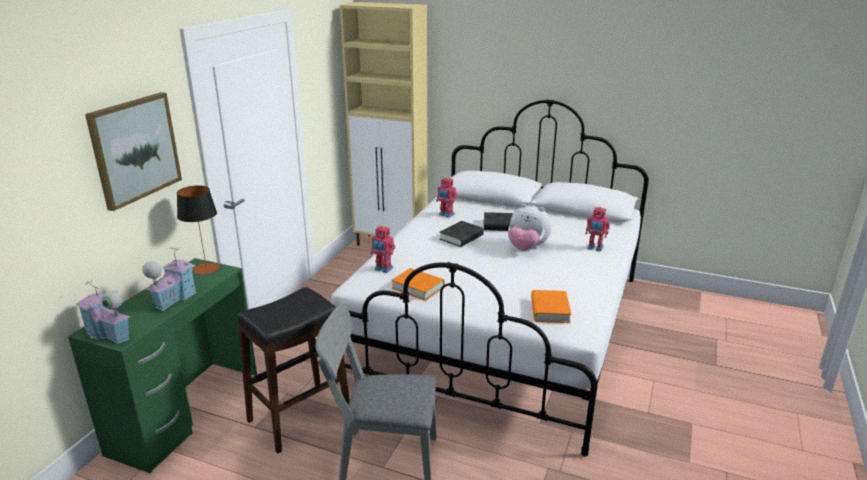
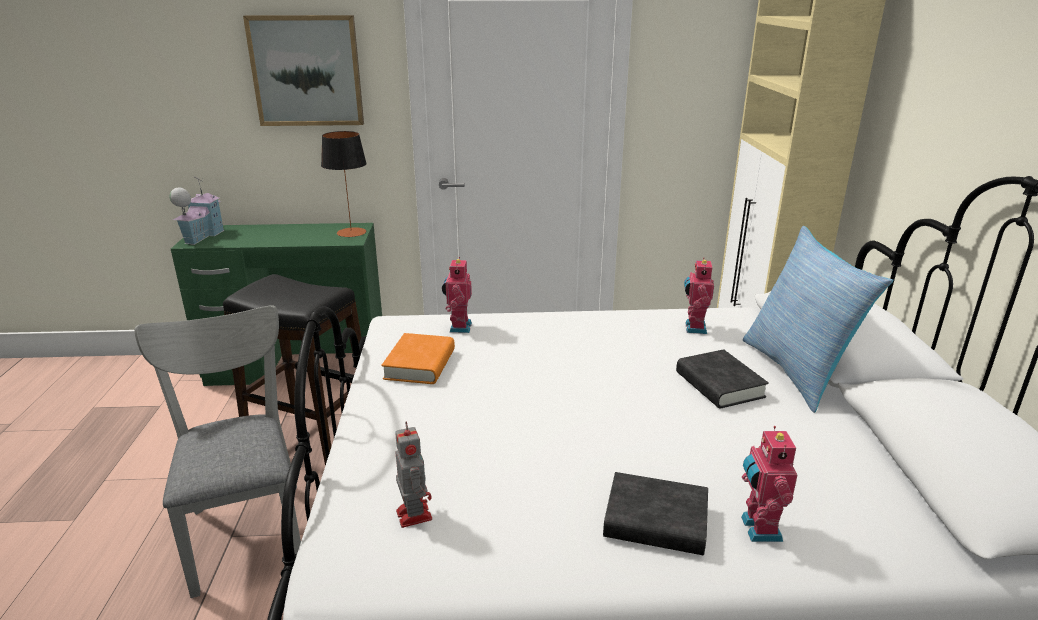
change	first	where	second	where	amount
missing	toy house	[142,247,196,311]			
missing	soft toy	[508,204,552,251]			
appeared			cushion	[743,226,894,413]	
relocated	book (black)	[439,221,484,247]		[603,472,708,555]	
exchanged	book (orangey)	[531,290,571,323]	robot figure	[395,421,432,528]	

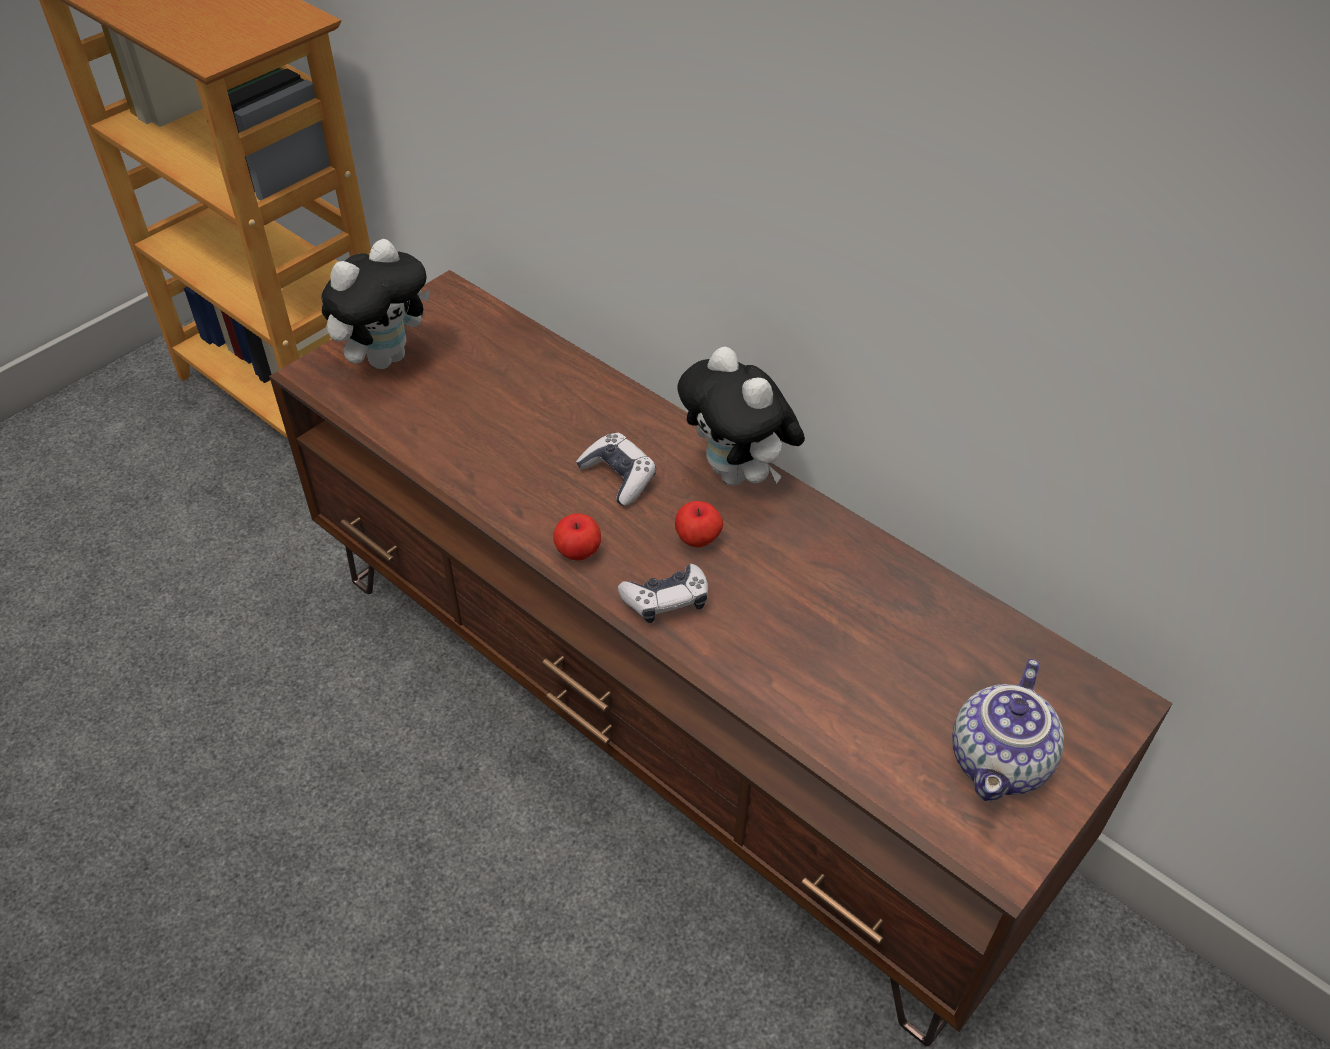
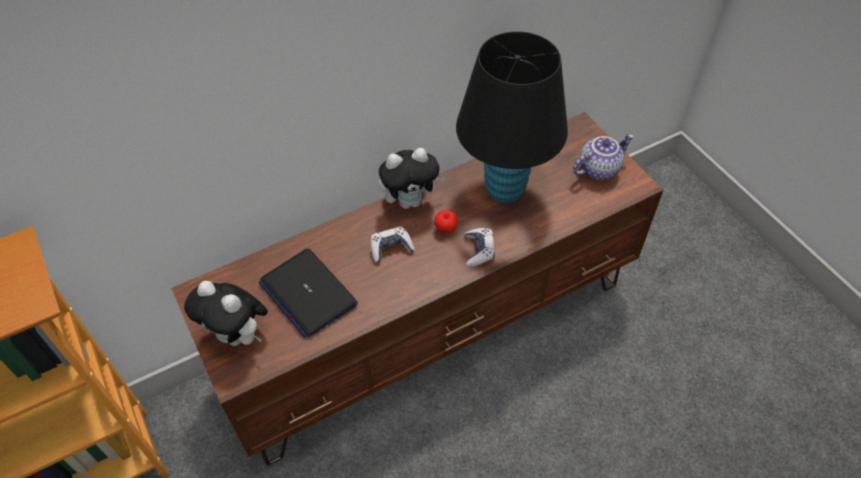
change	first	where	second	where	amount
missing	whole apple	[553,513,601,560]			
appeared			laptop	[259,248,358,338]	
appeared			table lamp (black)	[456,31,568,203]	
spun	soft toy	[321,239,430,369]		[184,281,268,346]	150 degrees clockwise
spun	pot for tea	[952,659,1064,801]		[573,134,634,180]	75 degrees counterclockwise

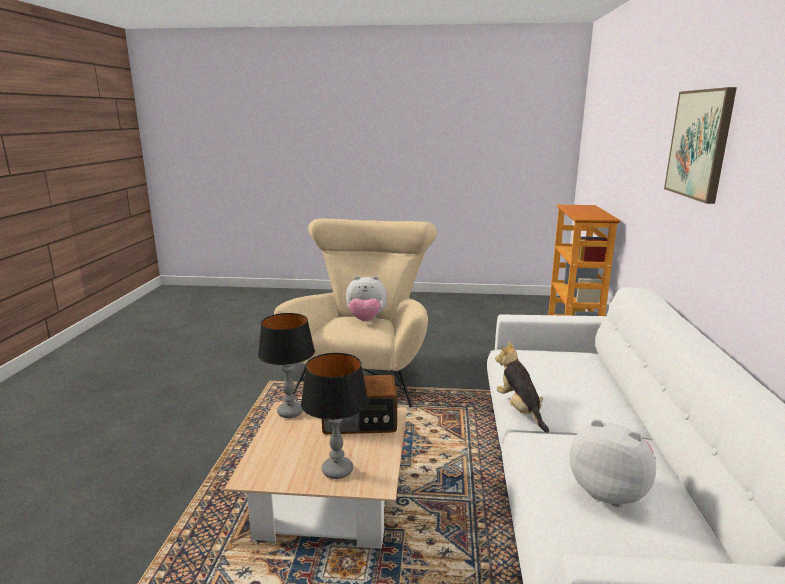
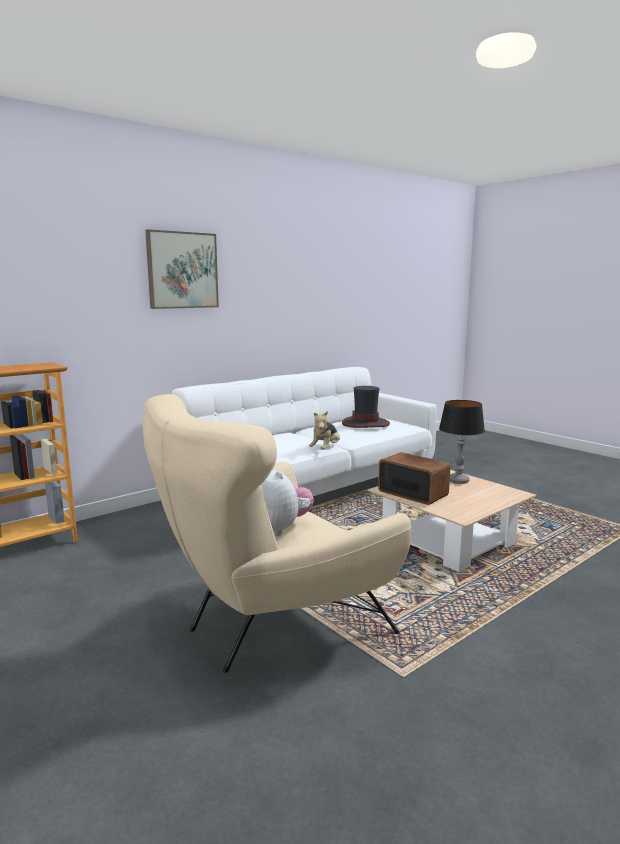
change	first	where	second	where	amount
missing	table lamp	[258,313,315,418]			
exchanged	soft toy	[570,419,656,507]	wearable hat	[342,386,390,428]	

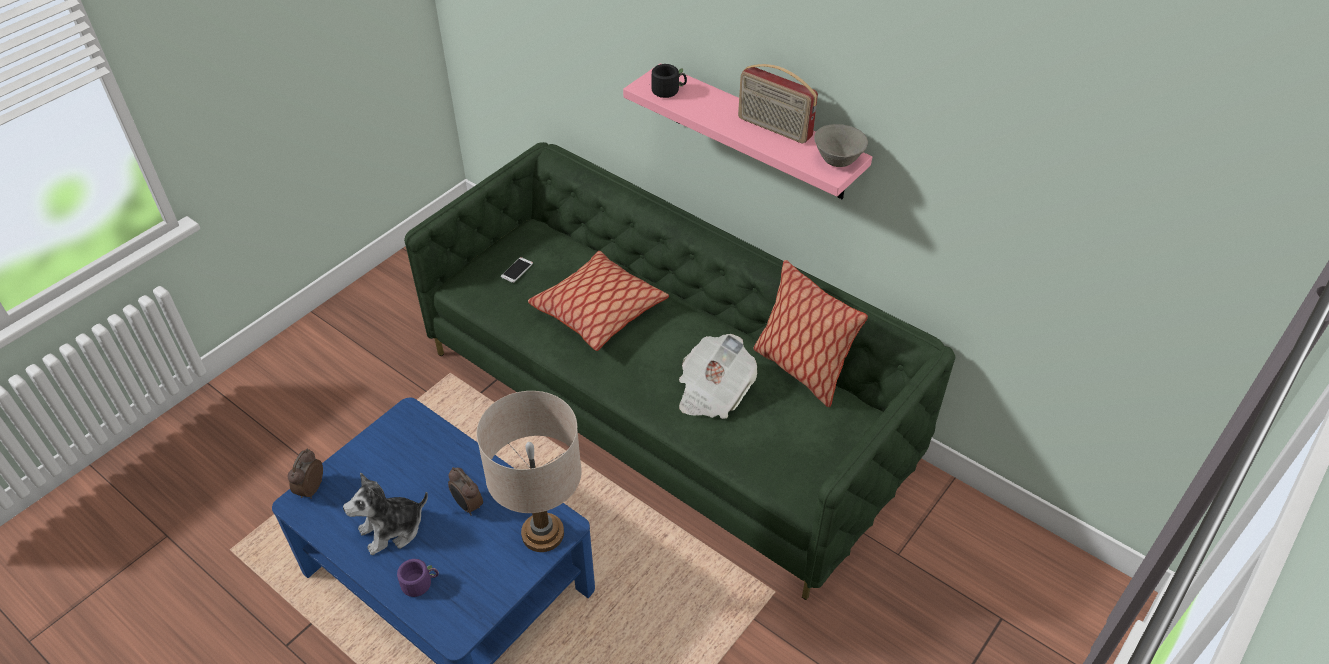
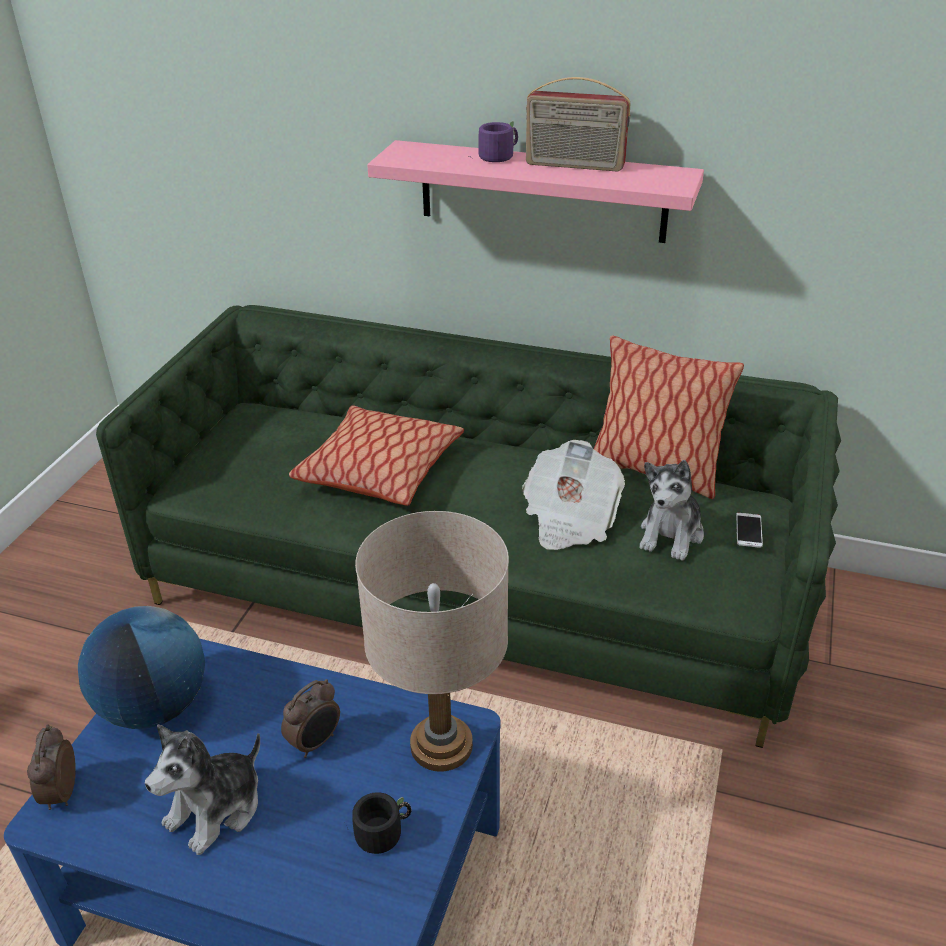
change	first	where	second	where	amount
missing	deep dish (greyish)	[814,124,868,167]			
appeared			world globe	[78,606,205,729]	
appeared			soft toy	[640,460,704,561]	
relocated	mug (purple-coloured)	[397,559,439,597]		[469,121,518,162]	
relocated	phone	[501,257,533,283]		[736,513,763,548]	
relocated	mug (black)	[649,64,687,98]		[347,792,411,854]	
spun	table clock	[448,467,483,516]		[281,679,340,758]	75 degrees counterclockwise

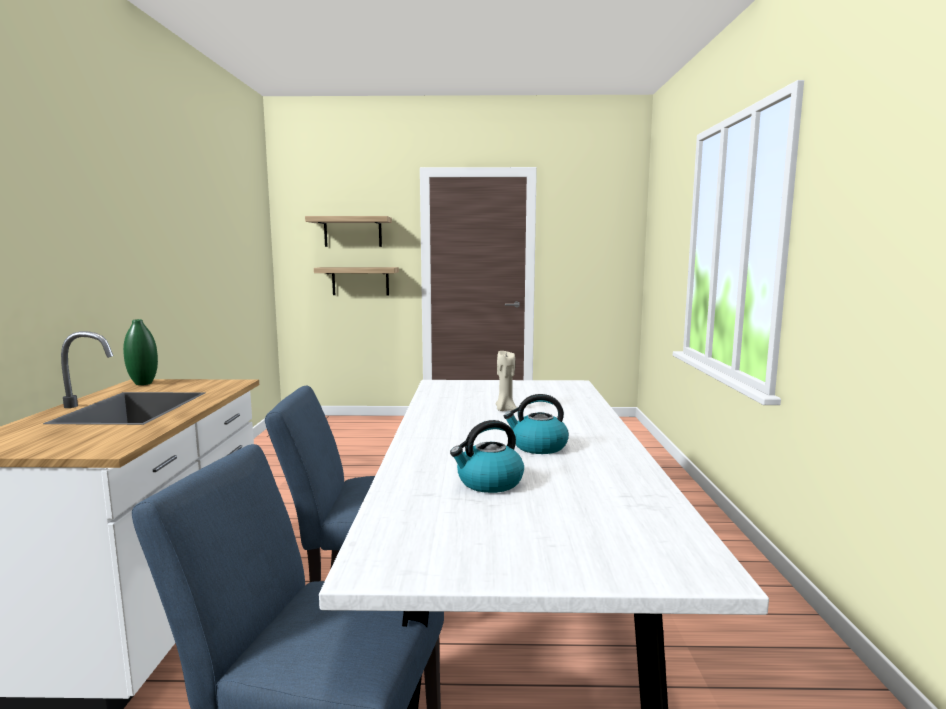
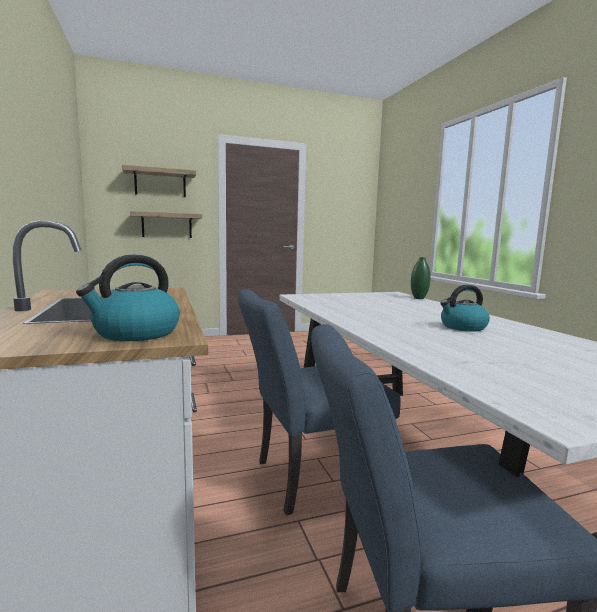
change	first	where	second	where	amount
missing	candle (beige)	[496,351,517,411]			
relocated	flower vase (green)	[123,319,158,385]		[411,257,431,299]	
relocated	water kettle	[450,420,524,493]		[76,255,180,341]	

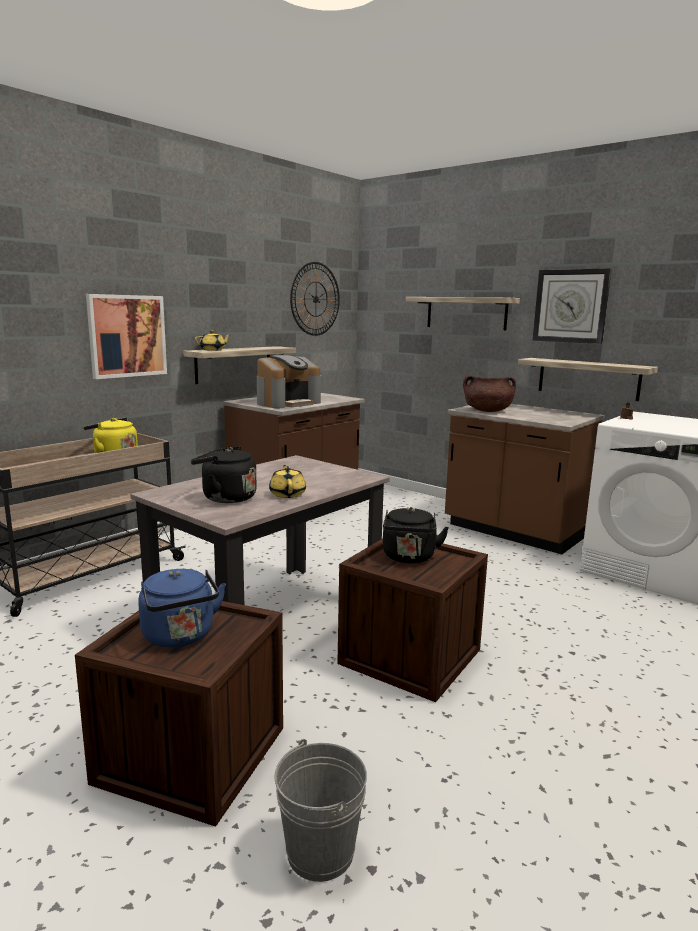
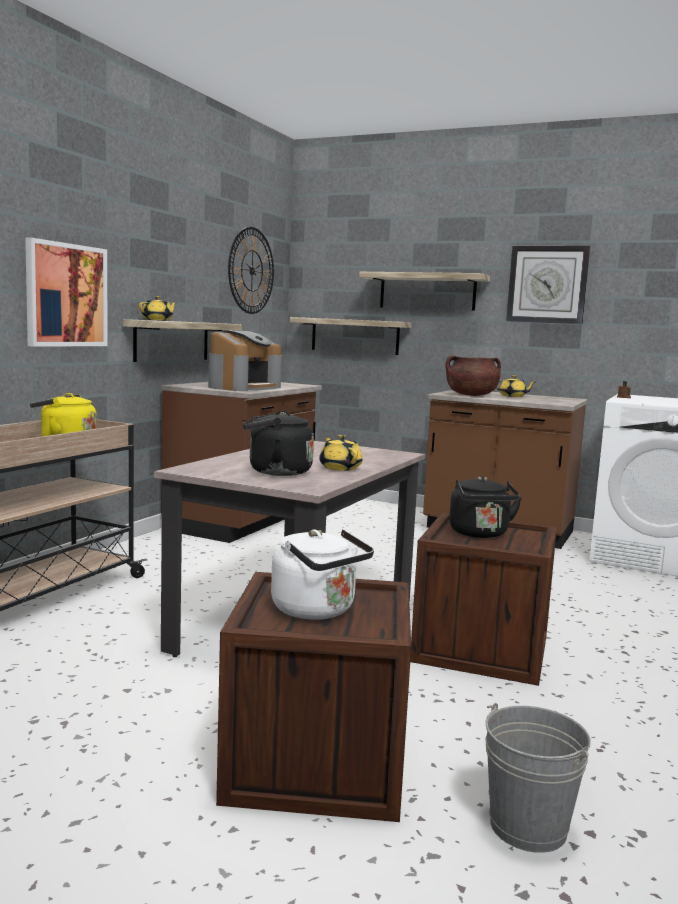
change	first	where	second	where	amount
appeared			pot for tea (yellowish)	[496,375,537,397]	
relocated	shelf	[518,358,658,401]		[290,317,412,355]	
colour	water kettle (blue)	[138,569,226,647]	water kettle (white-coloured)	[271,529,374,620]	

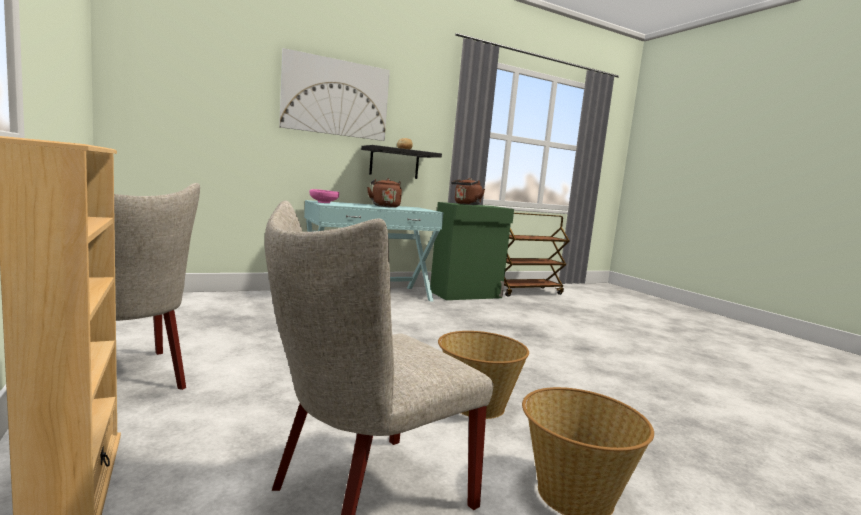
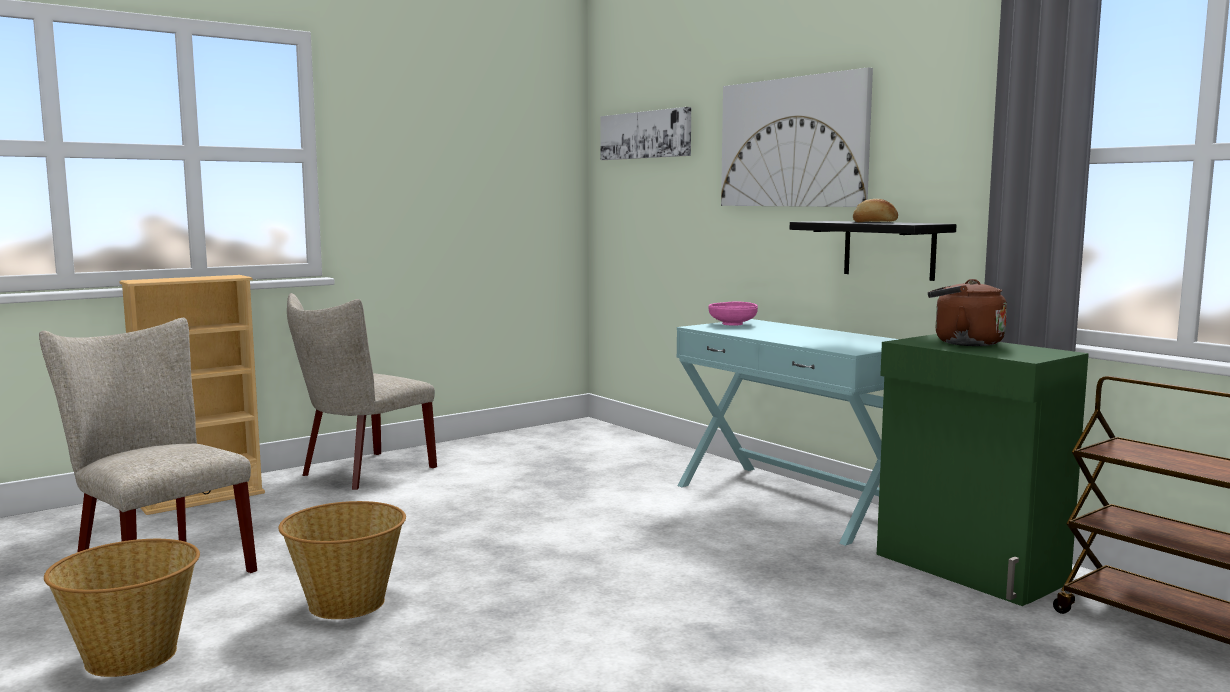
change	first	where	second	where	amount
missing	water kettle (brown)	[367,178,402,208]			
appeared			wall art	[600,107,691,160]	

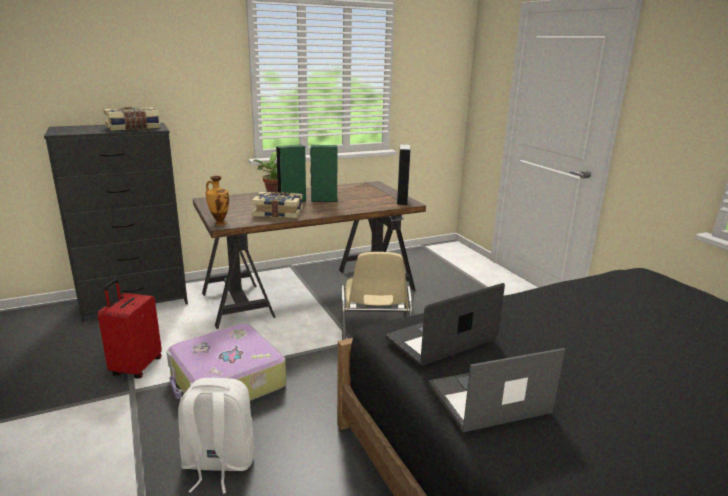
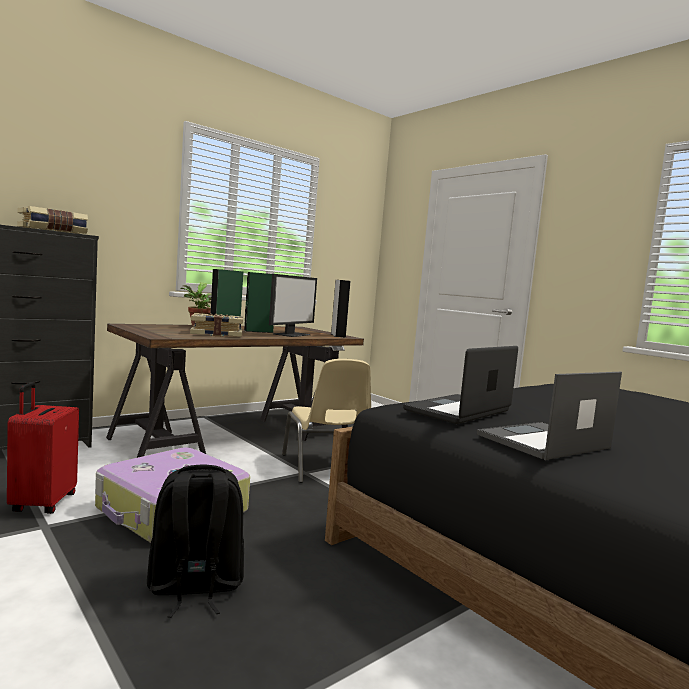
change	first	where	second	where	amount
missing	flower vase	[205,176,229,225]			
appeared			computer screen	[269,274,317,337]	
colour	rucksack (white-coloured)	[178,378,255,494]	rucksack (black)	[147,465,244,618]	

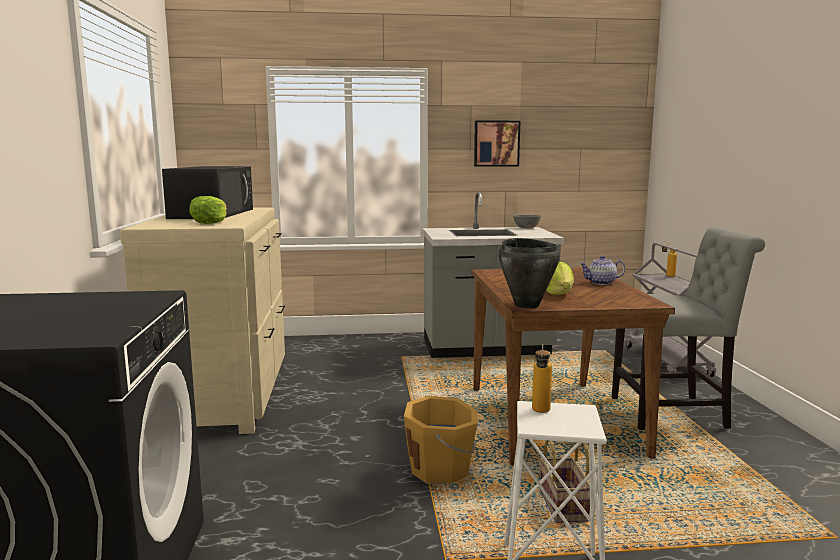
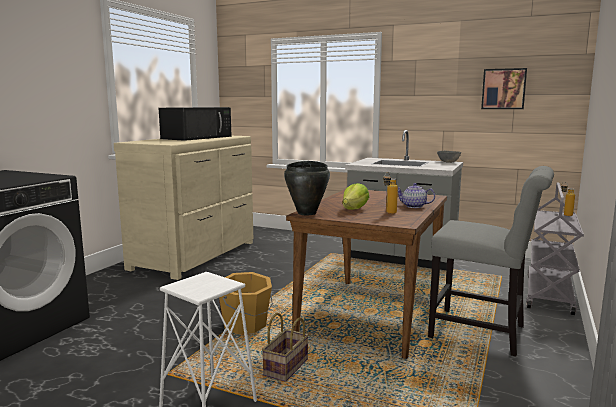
change	first	where	second	where	amount
missing	lettuce head	[189,196,227,224]			
relocated	wall art	[474,120,520,167]		[481,68,527,109]	
relocated	beverage bottle	[532,344,552,413]		[383,172,398,214]	

